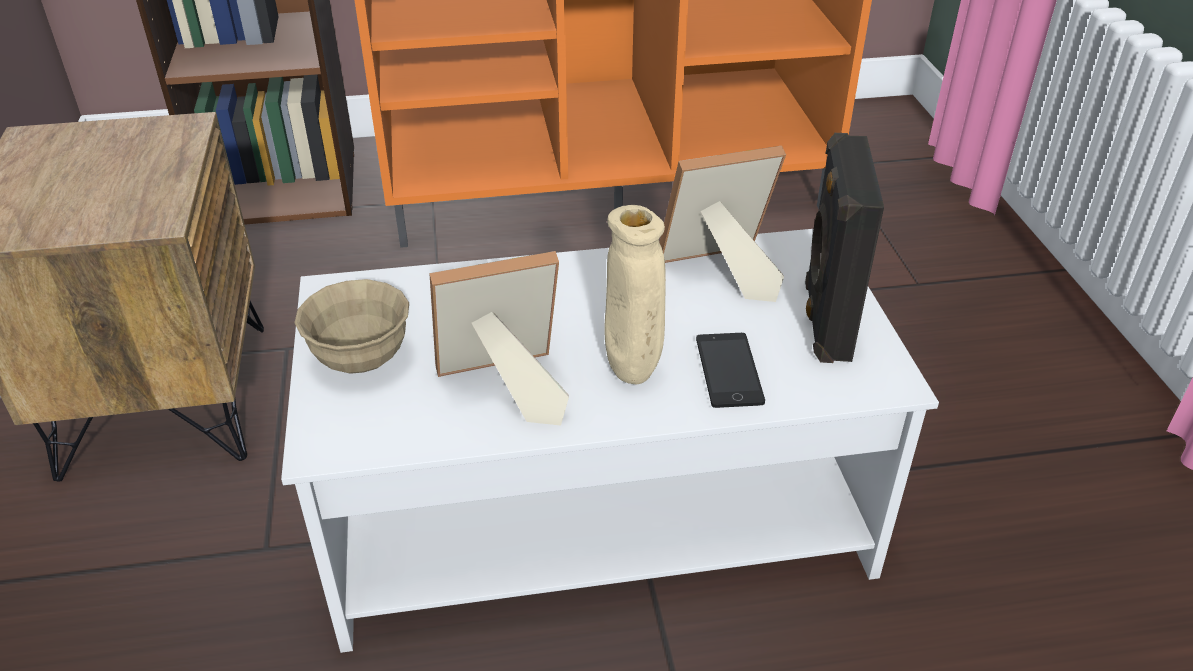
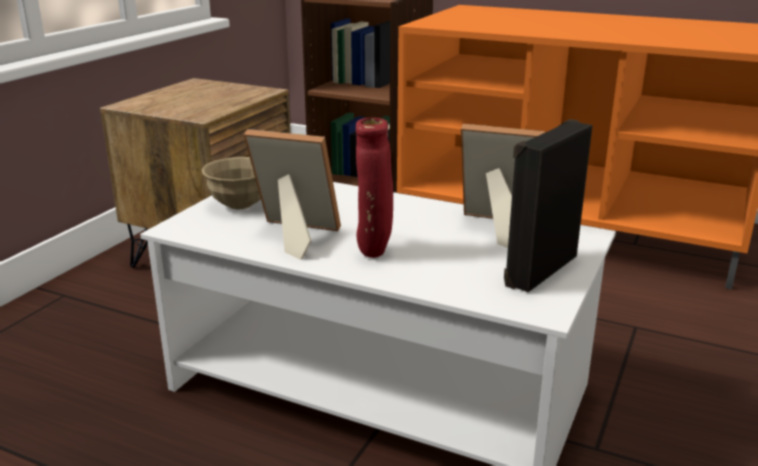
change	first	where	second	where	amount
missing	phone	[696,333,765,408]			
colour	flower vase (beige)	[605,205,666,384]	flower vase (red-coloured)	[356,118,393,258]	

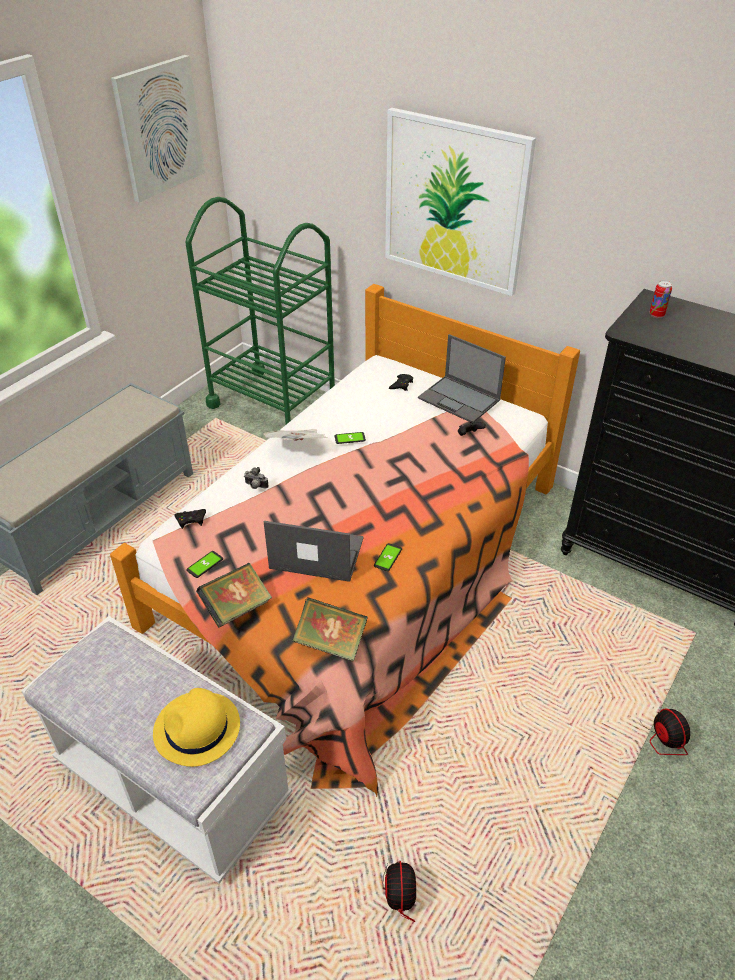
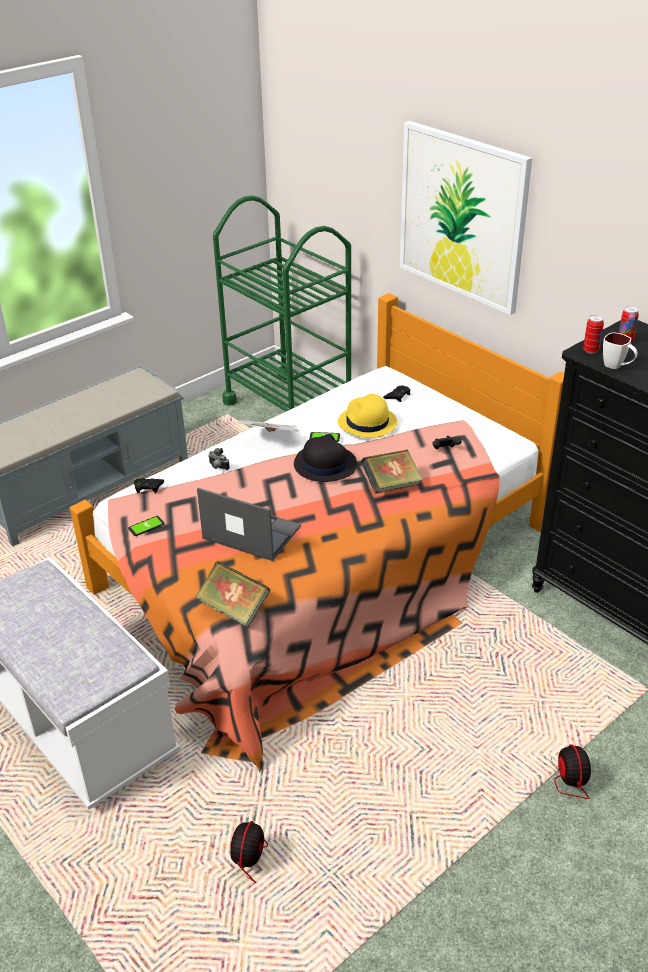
change	first	where	second	where	amount
missing	wall art	[111,55,205,202]			
missing	phone	[374,543,402,571]			
missing	laptop	[418,334,506,422]			
appeared			wearable hat (black)	[294,434,357,482]	
appeared			metal can	[583,315,604,354]	
appeared			mug (white-coloured)	[603,332,638,369]	
relocated	wearable hat (yellowish)	[153,688,240,767]		[338,394,397,438]	
relocated	book	[196,563,272,628]		[361,450,423,494]	

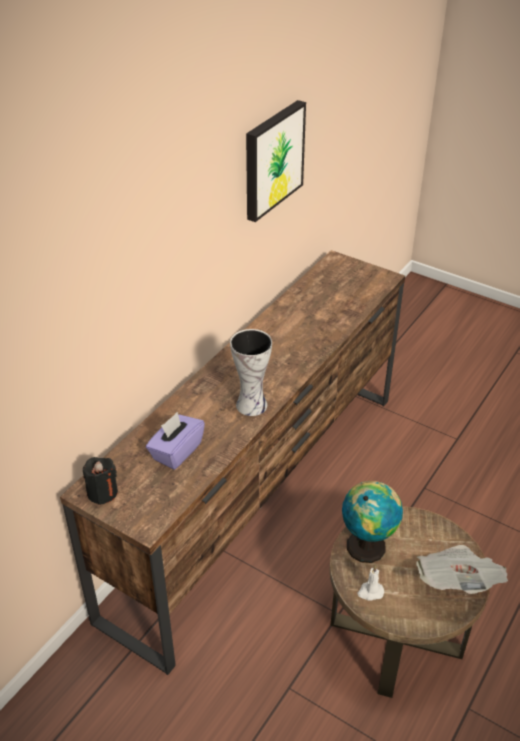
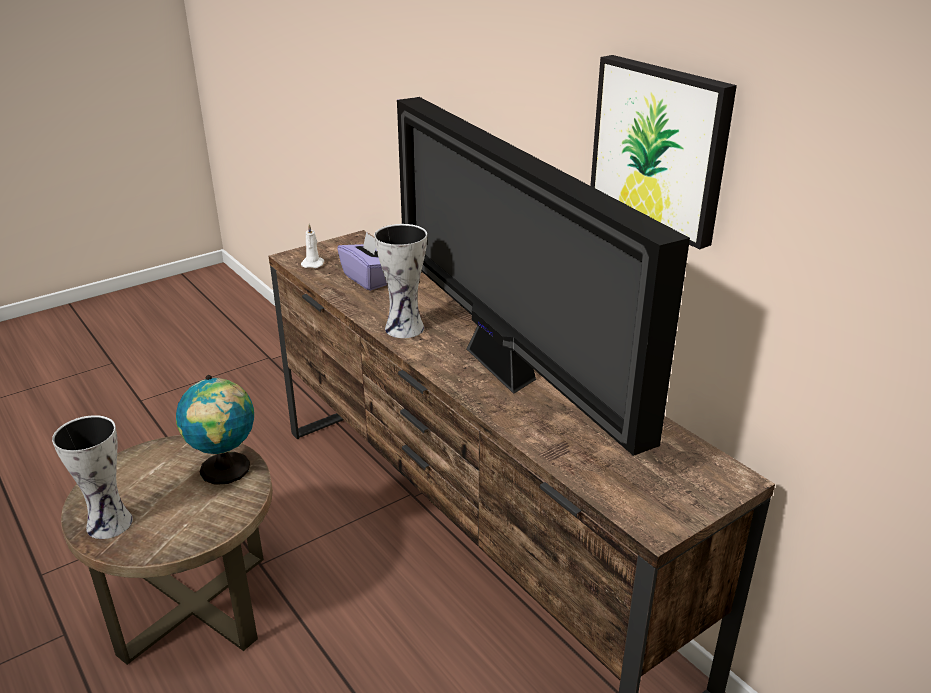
change	first	where	second	where	amount
missing	candle (black)	[83,457,118,505]			
appeared			TV set	[397,97,690,456]	
relocated	candle (white-coloured)	[358,566,384,601]		[301,223,324,268]	
exchanged	daily paper	[416,545,508,594]	flower vase	[52,415,133,539]	

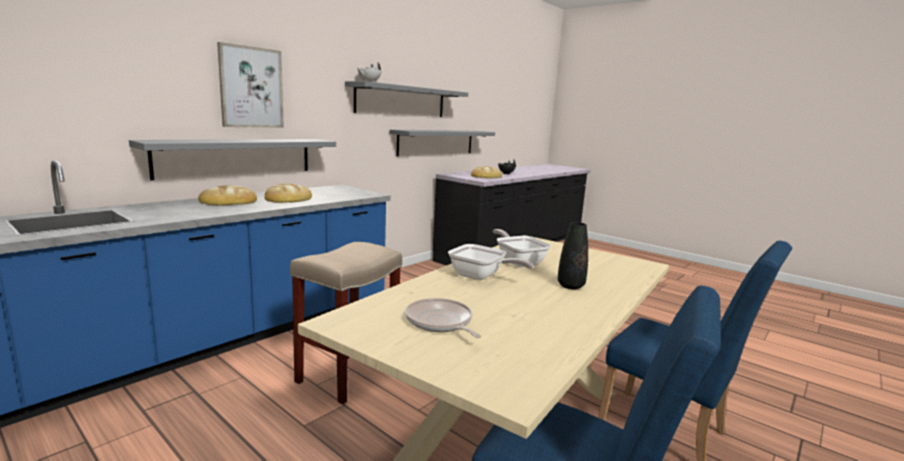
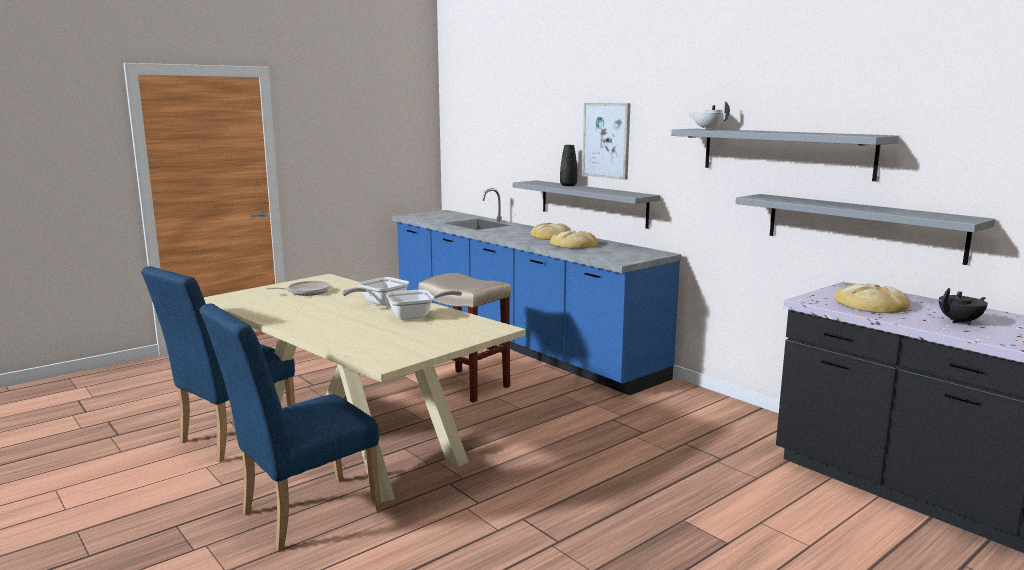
change	first	where	second	where	amount
relocated	flower vase (black)	[558,222,588,289]		[560,145,577,186]	

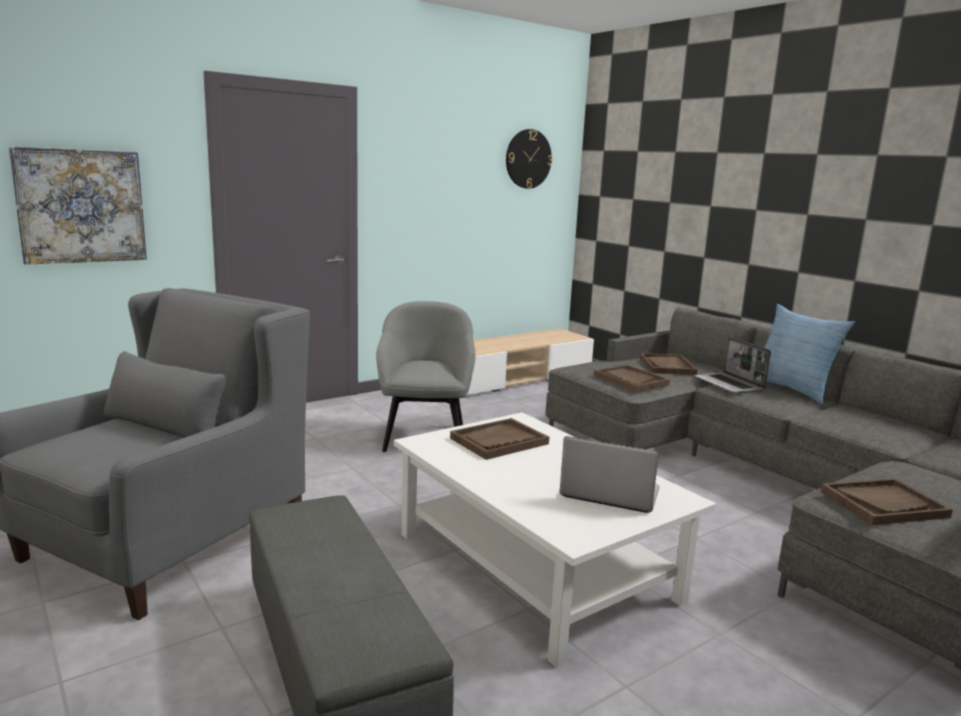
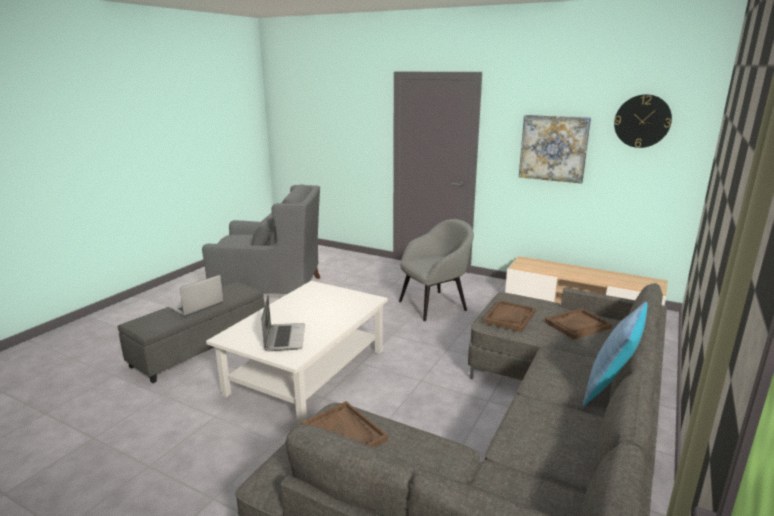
change	first	where	second	where	amount
missing	carrying tray (brown)	[450,418,549,460]			
relocated	wall art	[9,146,147,265]		[519,115,591,184]	
relocated	laptop	[694,337,771,394]		[169,275,224,317]	

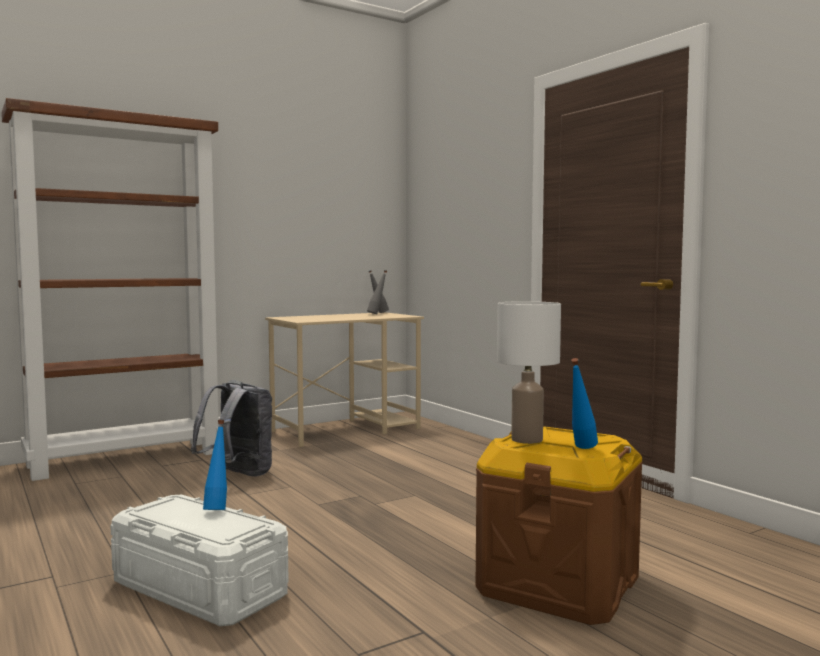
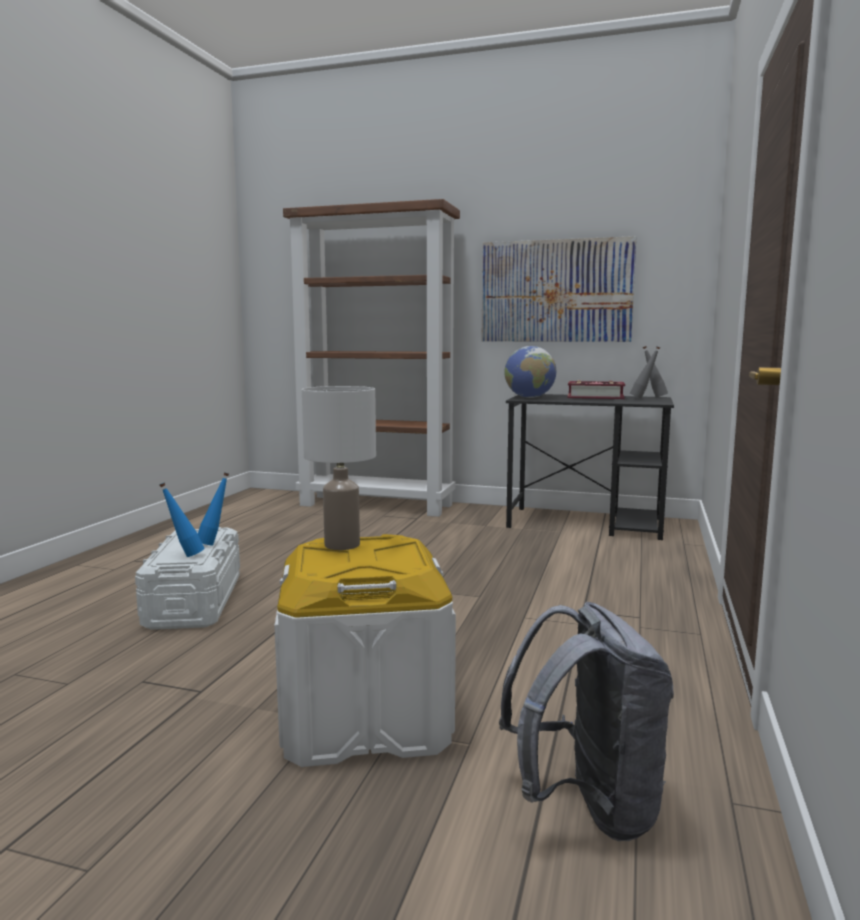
change	first	where	second	where	amount
appeared			wall art	[481,236,636,342]	
appeared			world globe	[504,346,556,398]	
appeared			book	[567,380,625,399]	
relocated	rucksack (greyish)	[191,380,272,477]		[499,602,674,841]	
relocated	beverage bottle (blue)	[571,358,598,449]		[159,482,205,557]	
colour	desk unit (beige)	[265,312,424,447]	desk unit (black)	[506,394,674,540]	
colour	storage box (brown)	[476,426,643,625]	storage box (white-coloured)	[274,534,456,767]	

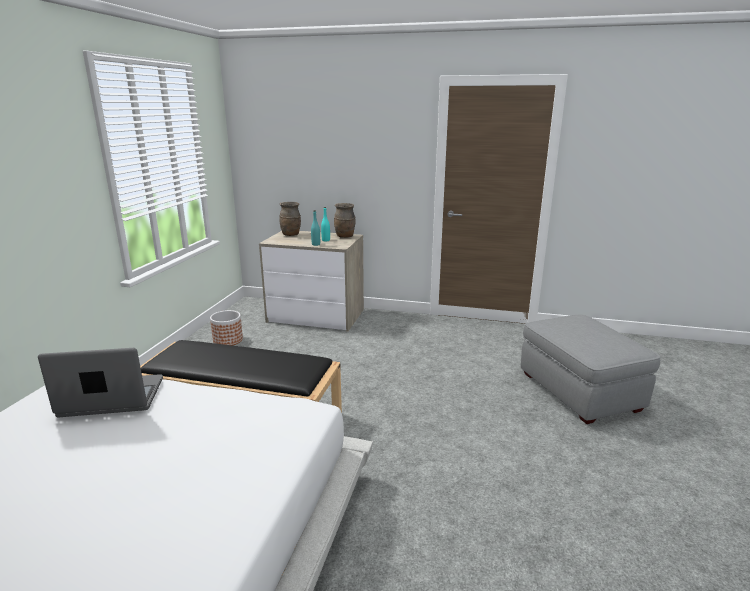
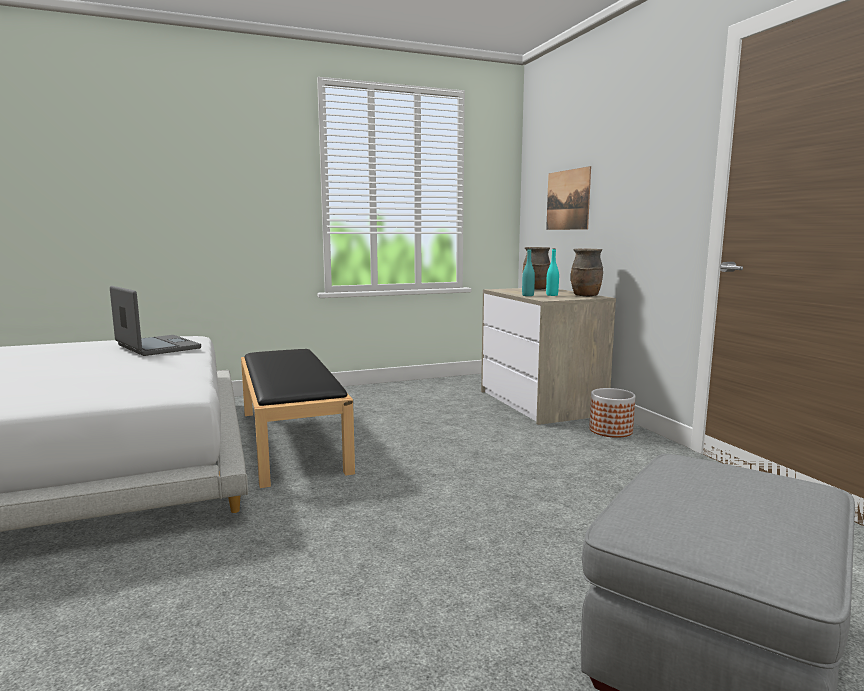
change	first	where	second	where	amount
appeared			wall art	[546,166,591,230]	
relocated	plant pot	[210,310,243,346]		[589,388,635,438]	

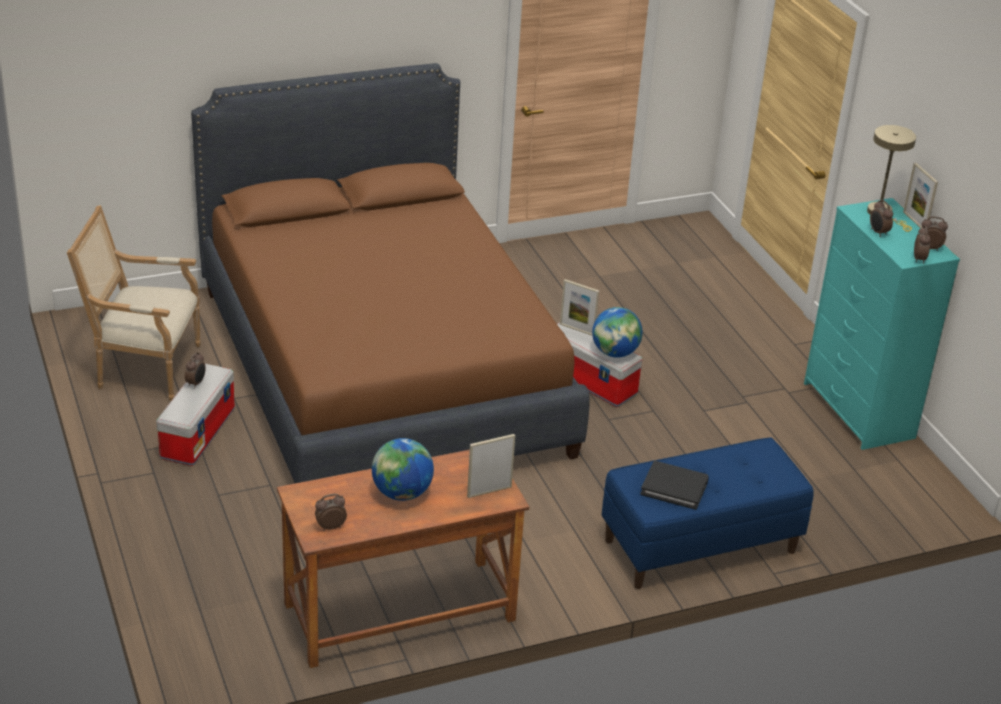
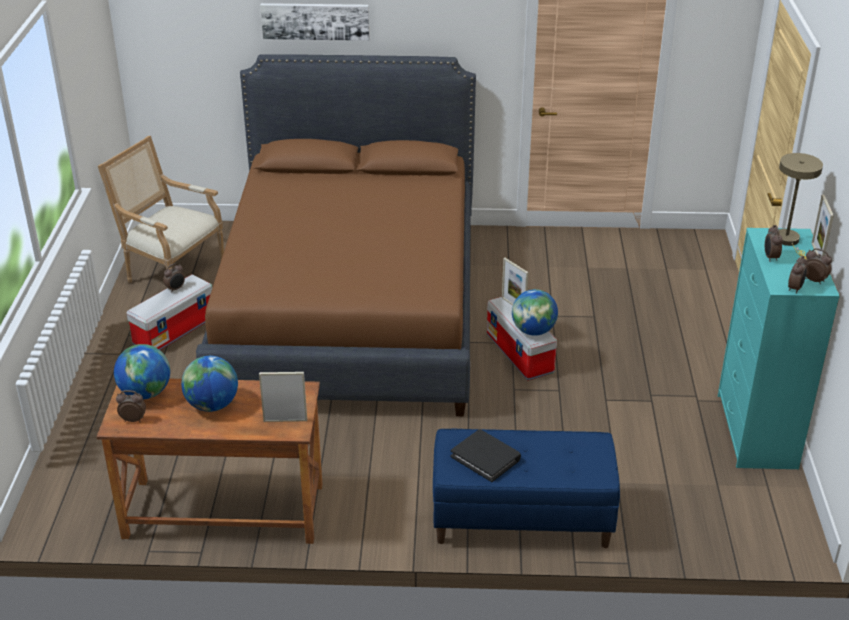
change	first	where	second	where	amount
appeared			world globe	[114,344,170,399]	
appeared			wall art	[260,3,369,41]	

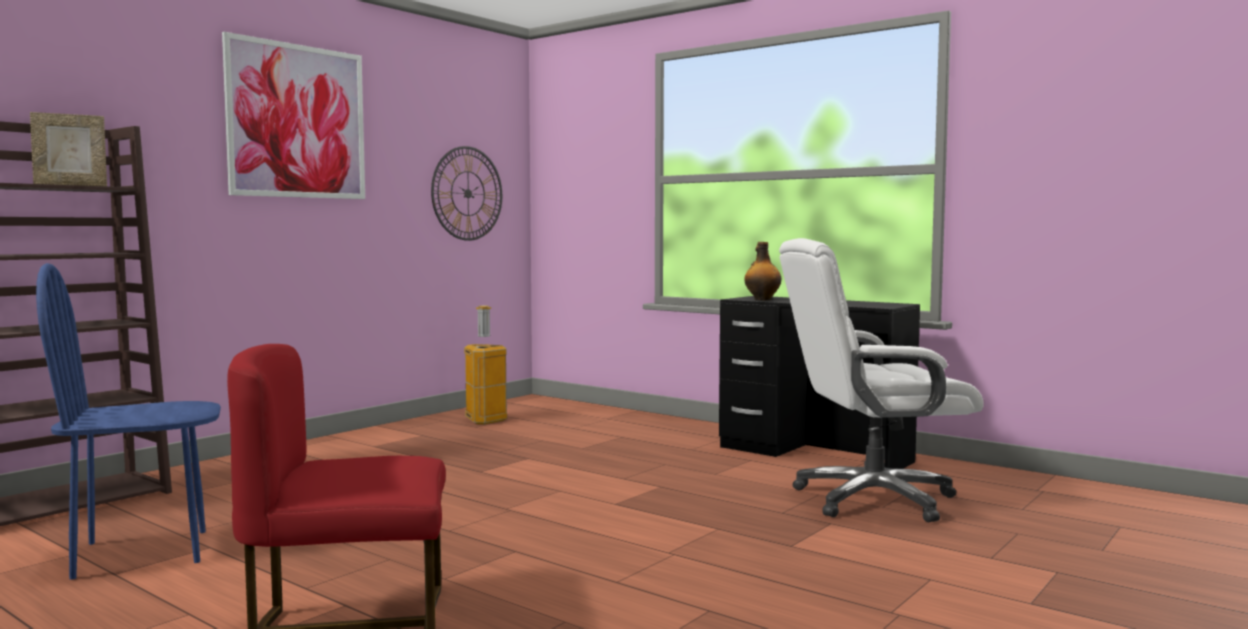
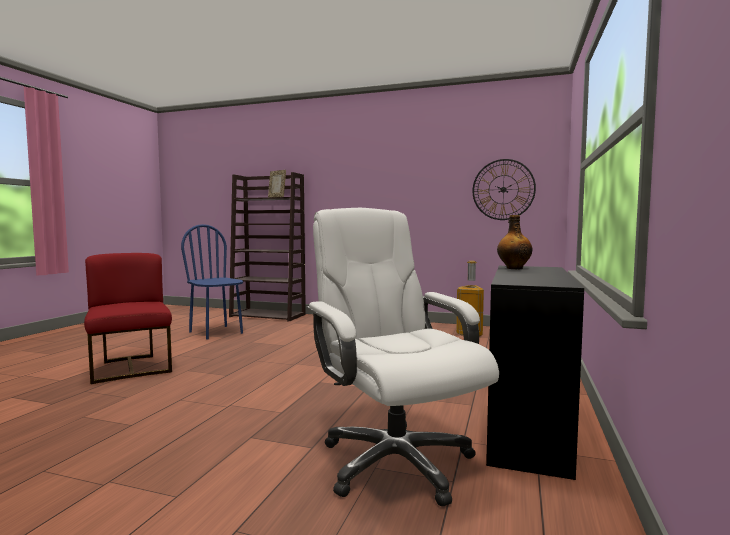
change	first	where	second	where	amount
missing	wall art	[222,32,365,199]			

